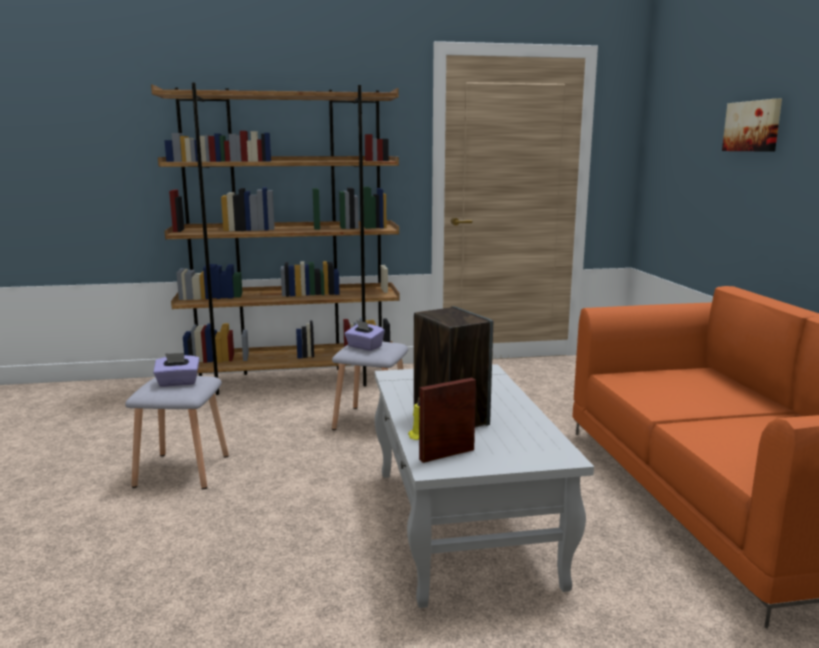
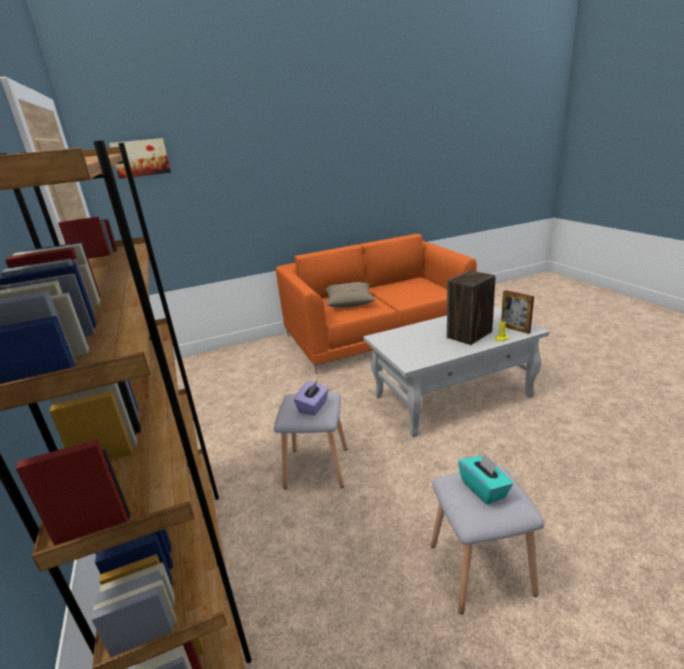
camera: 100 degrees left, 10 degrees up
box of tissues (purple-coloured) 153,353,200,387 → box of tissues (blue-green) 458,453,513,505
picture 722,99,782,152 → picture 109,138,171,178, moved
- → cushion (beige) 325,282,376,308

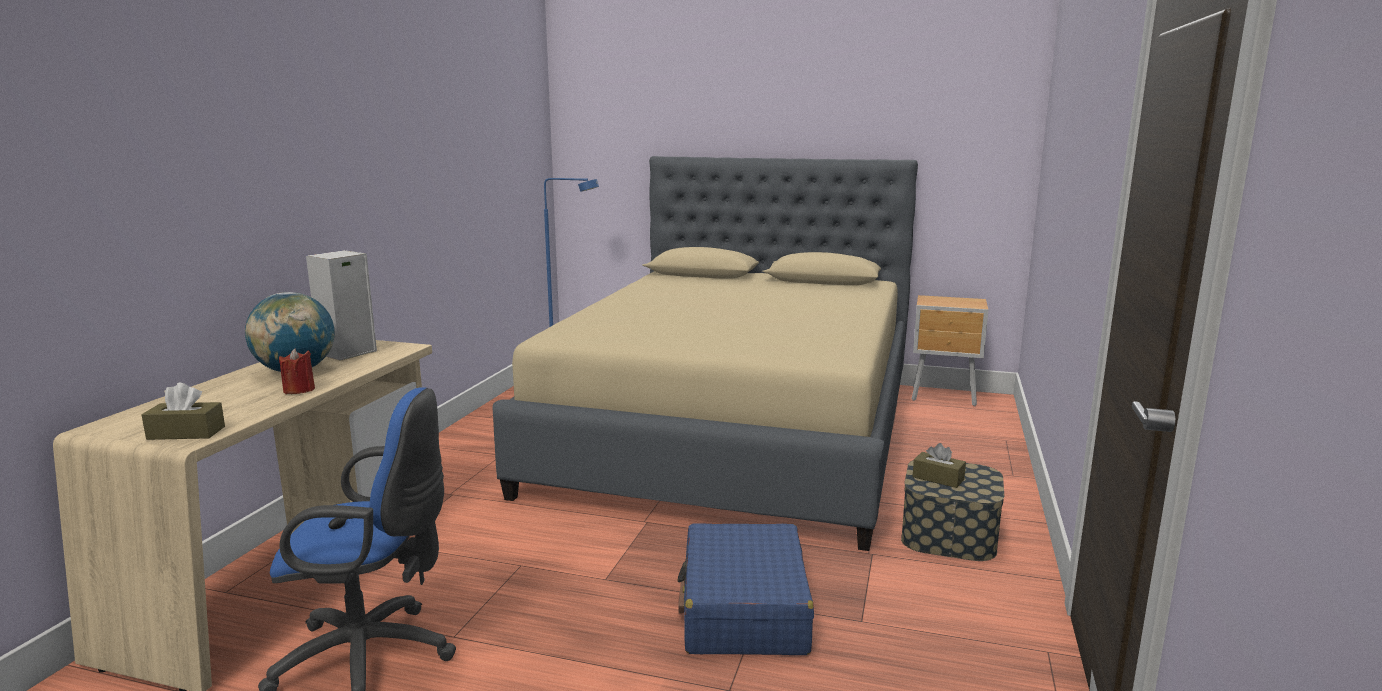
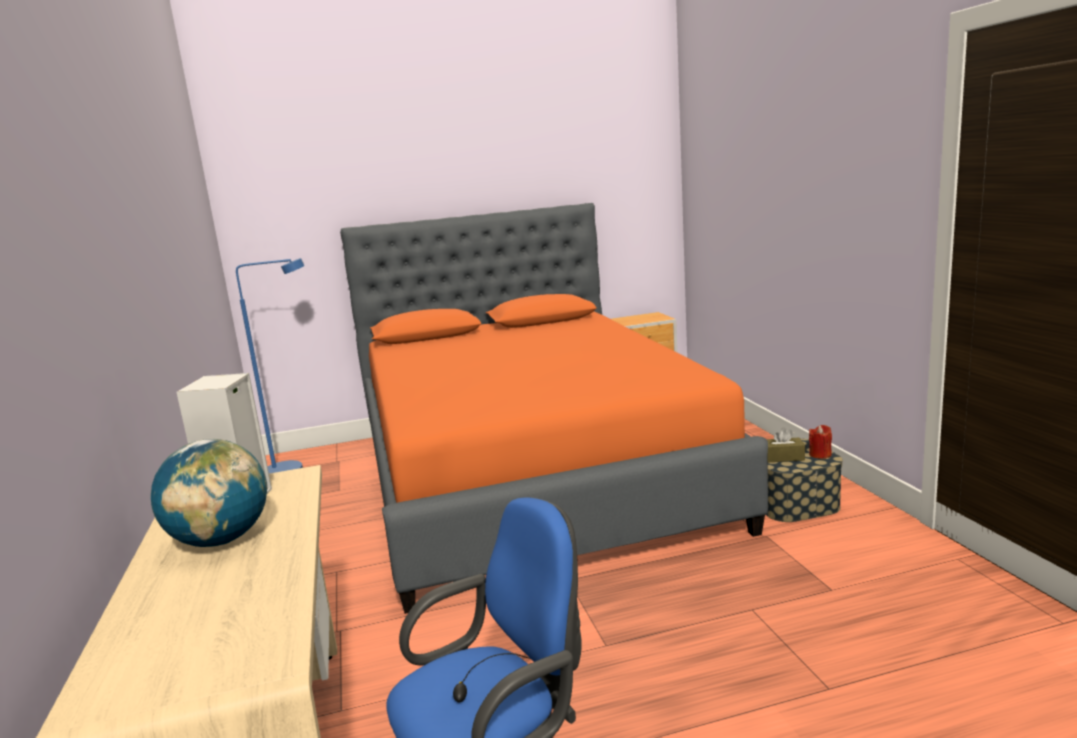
camera: 30 degrees left, 0 degrees up
box of tissues (brown) 142,383,225,440 → -
candle (reddish) 279,349,315,394 → candle (reddish) 809,425,832,459, moved
sleeping bed (beige) 492,156,918,551 → sleeping bed (orange) 340,203,768,614
travel case (blue-coloured) 677,523,814,655 → -

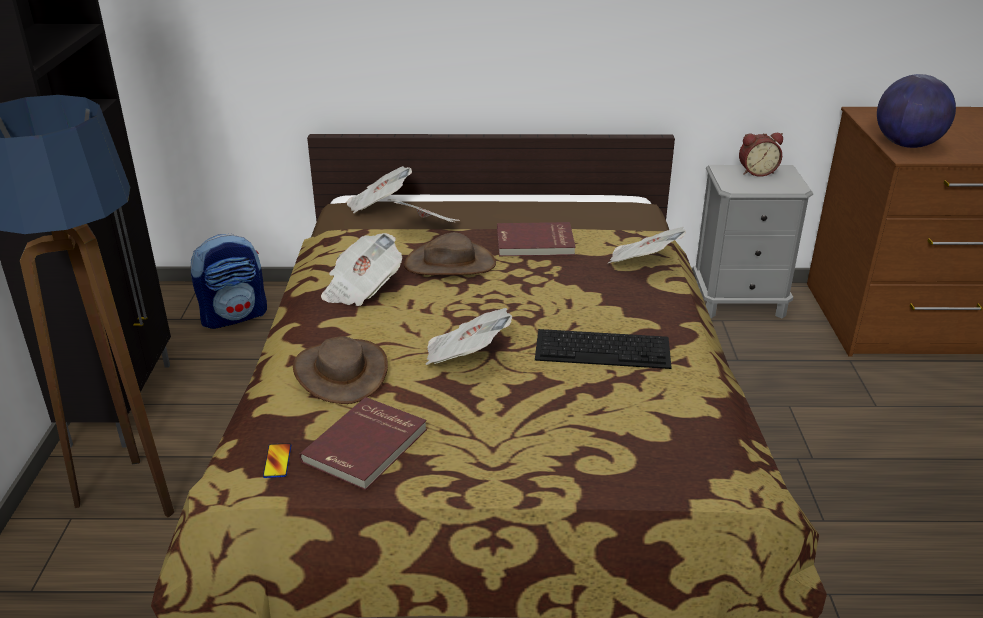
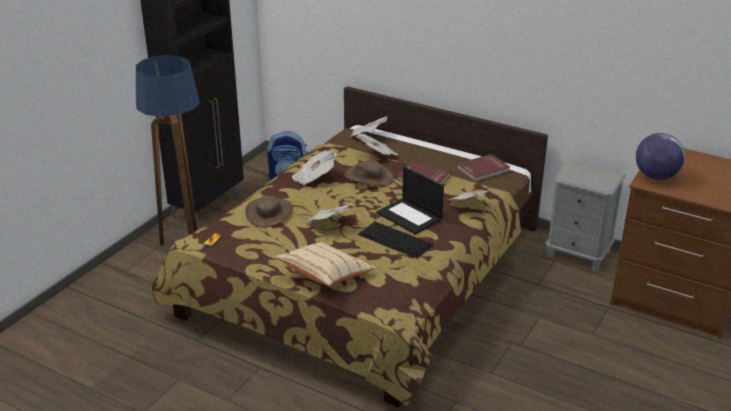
camera: 30 degrees right, 0 degrees up
volume (reddish) 299,397,427,490 → volume (reddish) 456,154,510,182, moved
bedside clock 739,133,783,177 → -
- → cushion (beige) 275,242,376,286
- → laptop 376,167,444,235

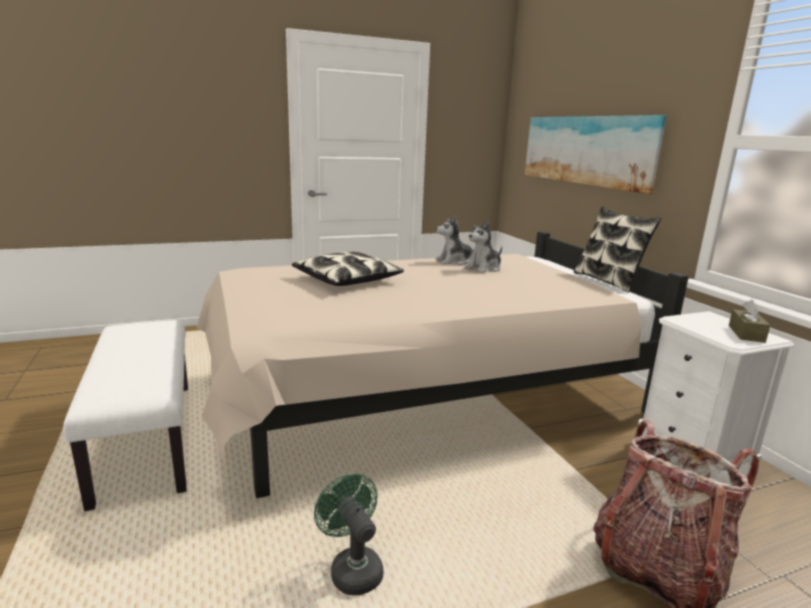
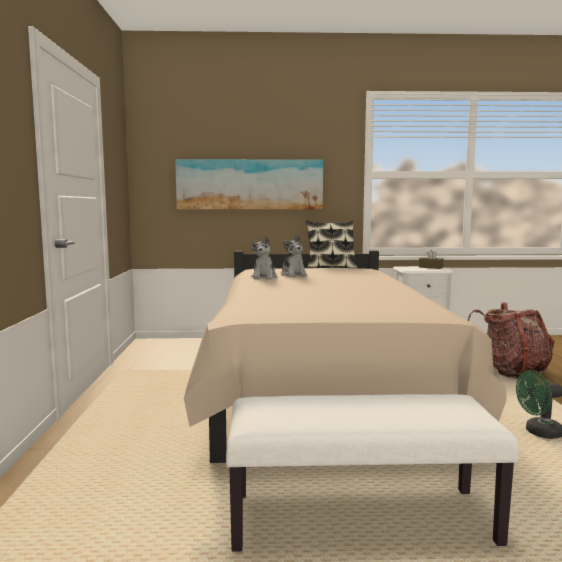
camera: 70 degrees left, 10 degrees down
cushion 292,251,404,286 → -

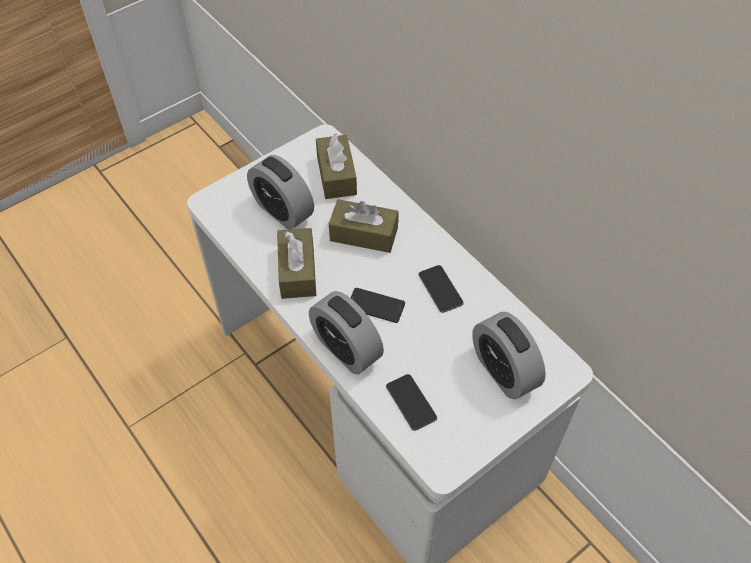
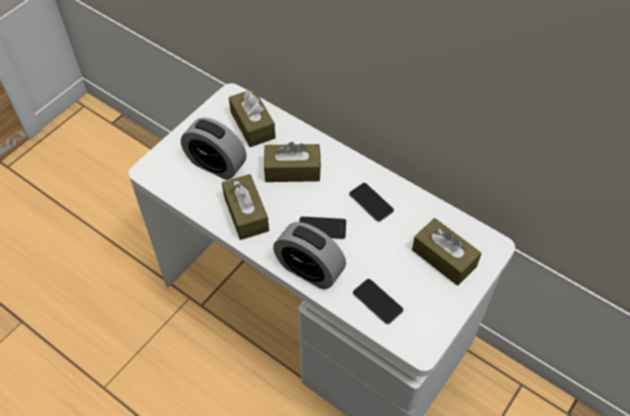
camera: 15 degrees left, 0 degrees up
bedside clock 472,312,546,399 → box of tissues (brown) 412,218,482,285

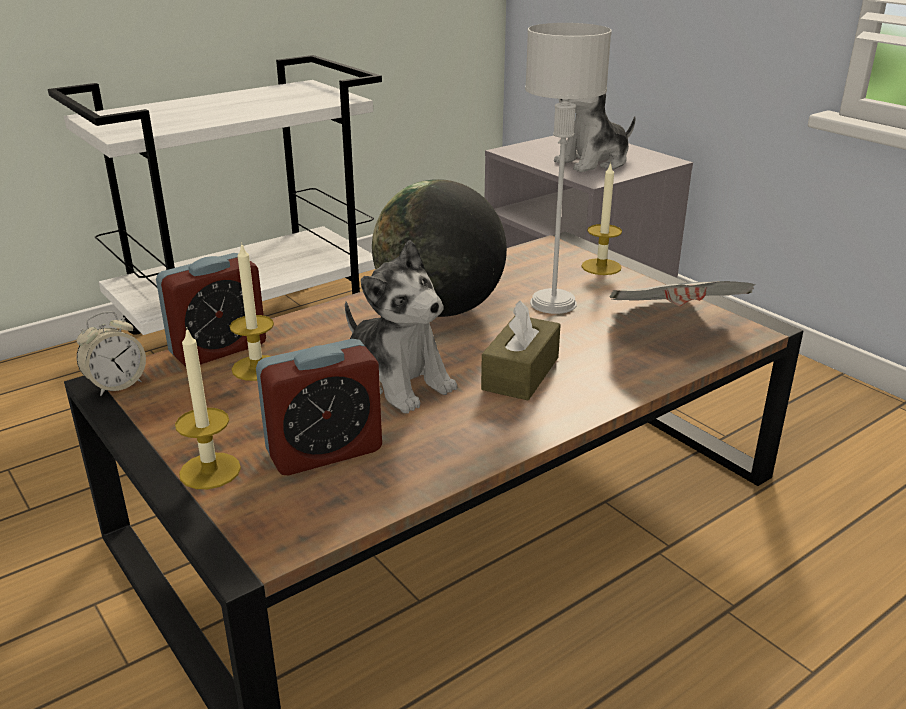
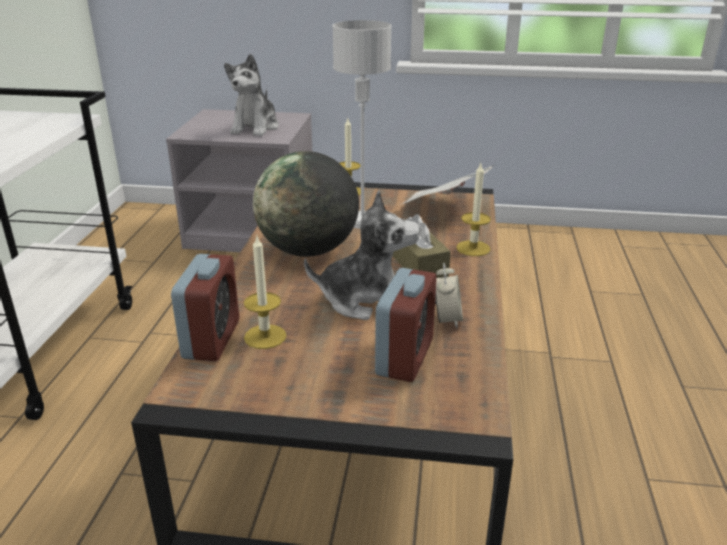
camera: 45 degrees left, 0 degrees up
bedside clock 77,311,146,396 → bedside clock 435,263,463,329, moved
candle 175,327,241,489 → candle 456,164,491,256, moved

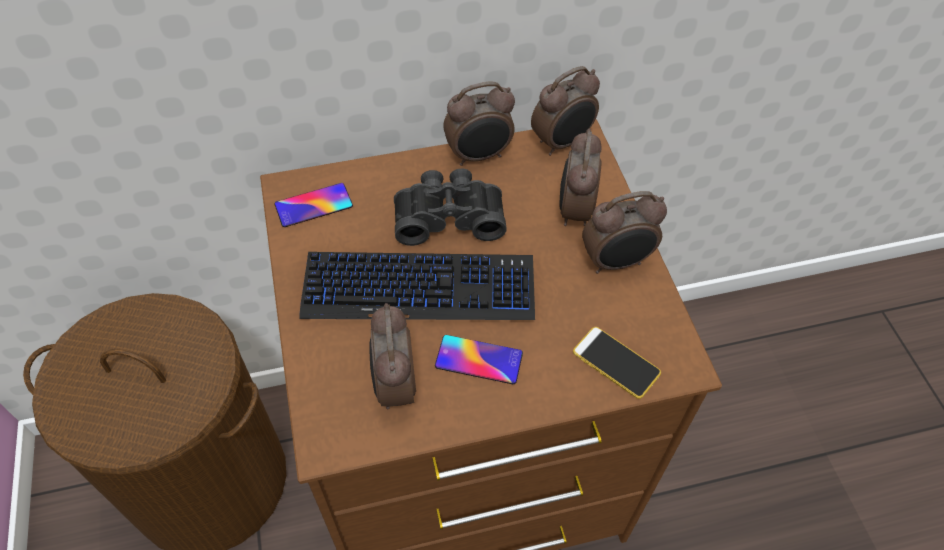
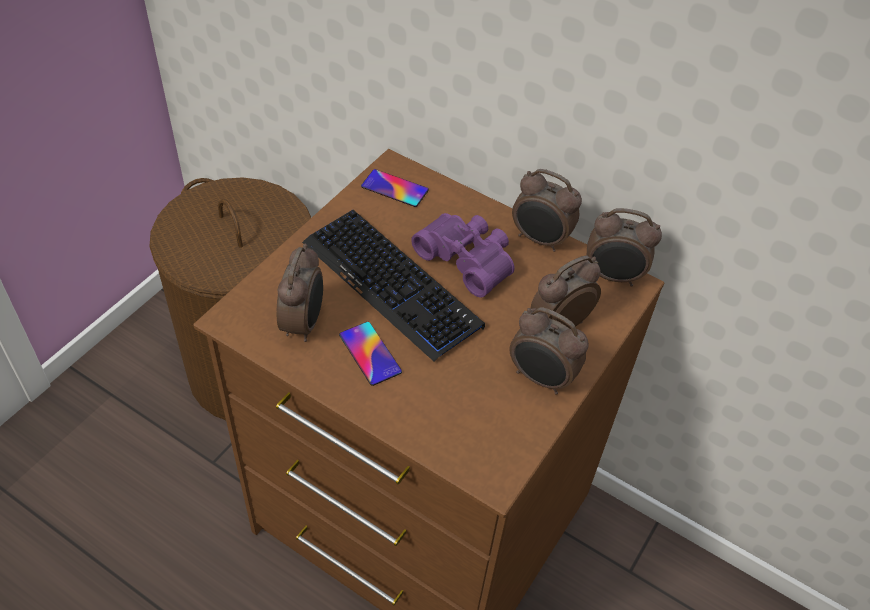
camera: 45 degrees right, 5 degrees down
bedside clock 369,303,416,409 → bedside clock 277,244,323,342, 150 degrees clockwise
pair of binoculars (black-coloured) 394,168,507,246 → pair of binoculars (purple-coloured) 411,213,515,297
handset 573,327,661,399 → -

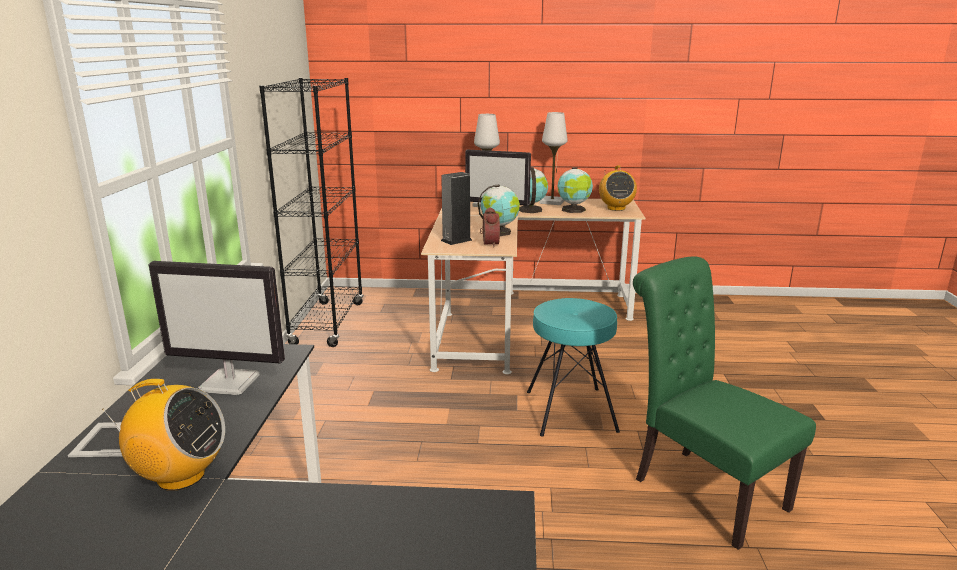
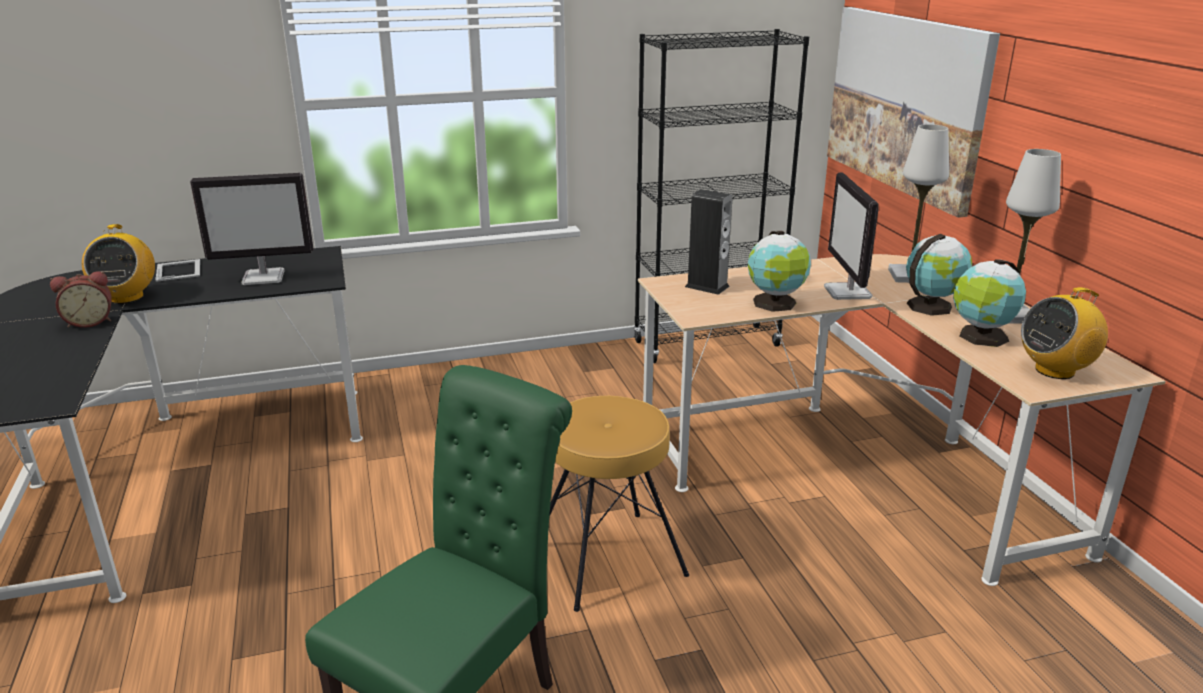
camera: 70 degrees right, 5 degrees up
computer display 148,261,285,395 → computer display 190,173,314,285, 90 degrees counterclockwise
bedside clock 480,207,500,247 → bedside clock 50,271,112,328, moved
stool seat (blue-green) 527,298,620,437 → stool seat (brown) 549,396,689,612
- → picture 827,7,1000,218

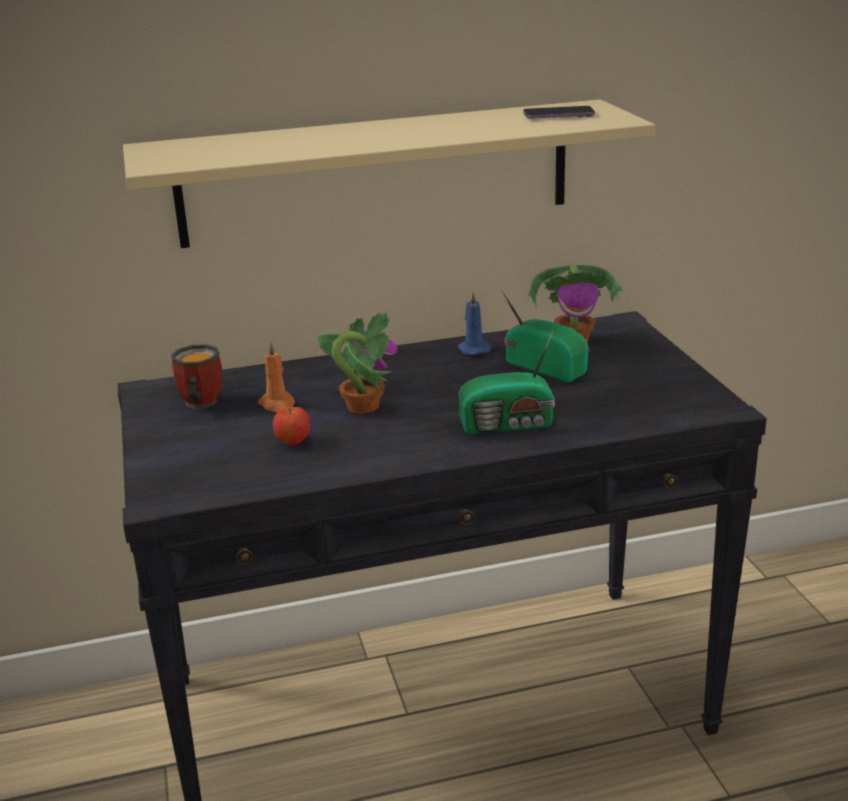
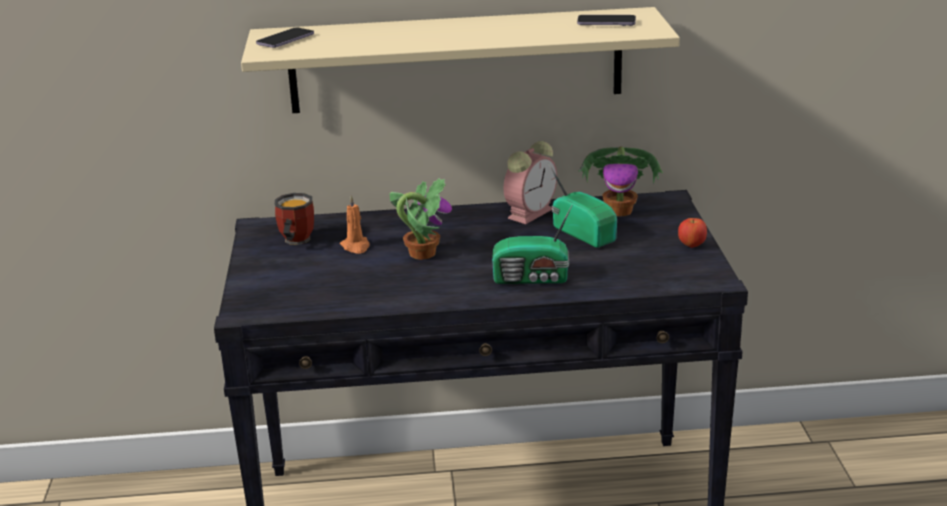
camera: 10 degrees right, 0 degrees up
apple fruit 273,407,310,445 → apple fruit 678,218,707,248, moved
candle (blue-coloured) 458,291,492,355 → bedside clock 504,141,557,224
- → handset 256,27,314,48

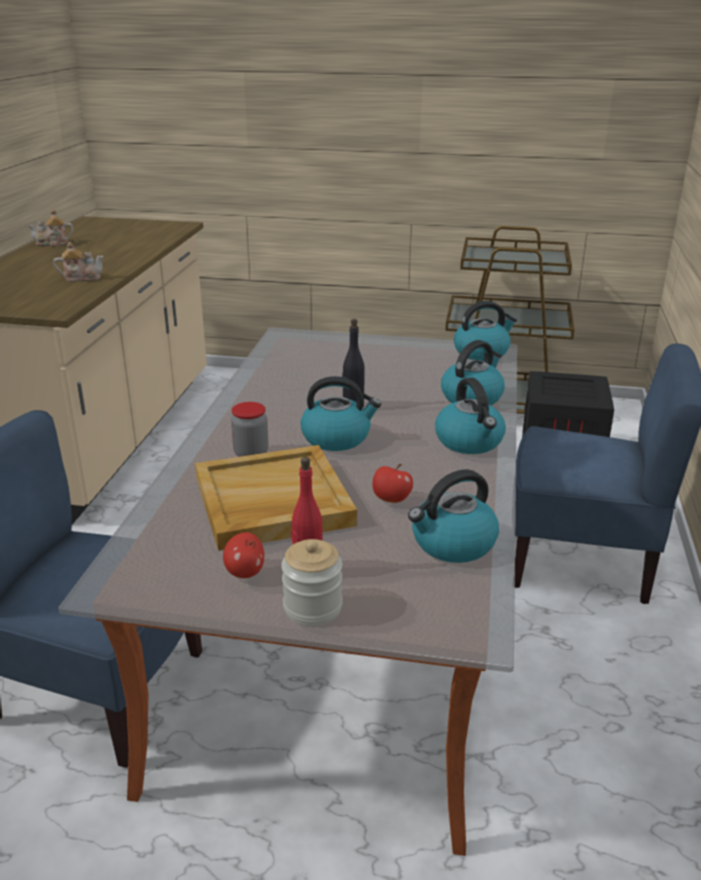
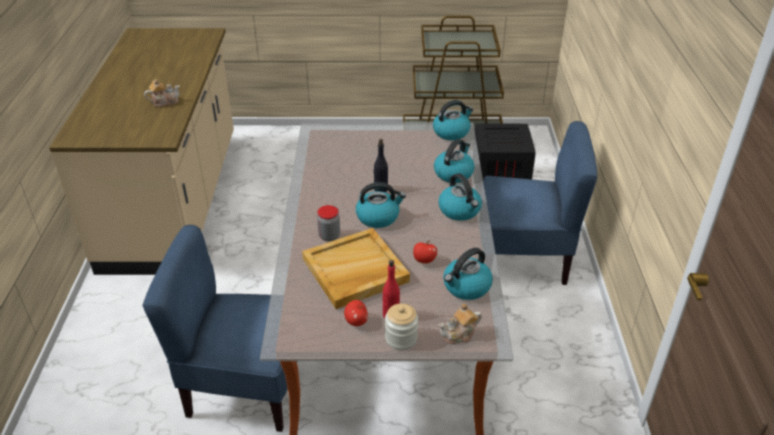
camera: 10 degrees left, 10 degrees up
tea pot 27,209,74,246 → tea pot 438,303,482,344, moved

